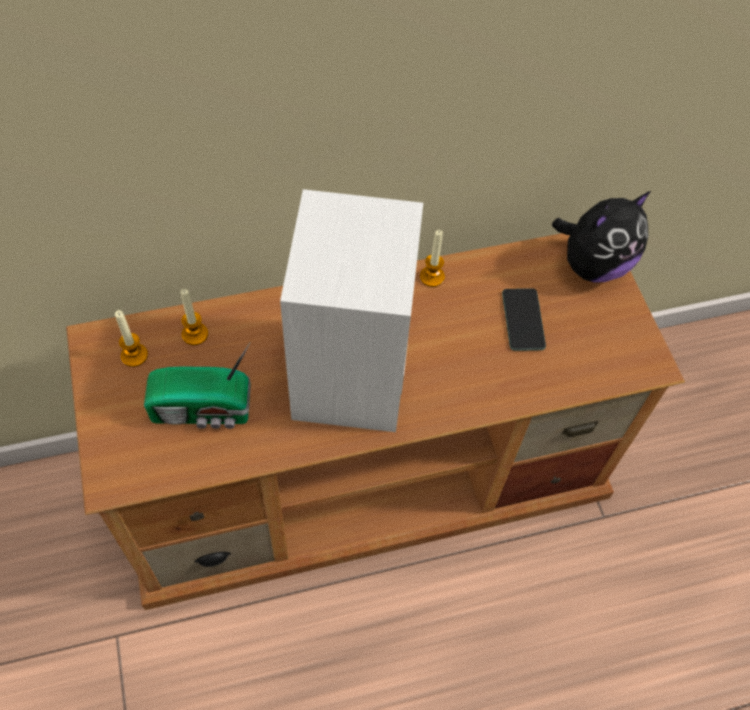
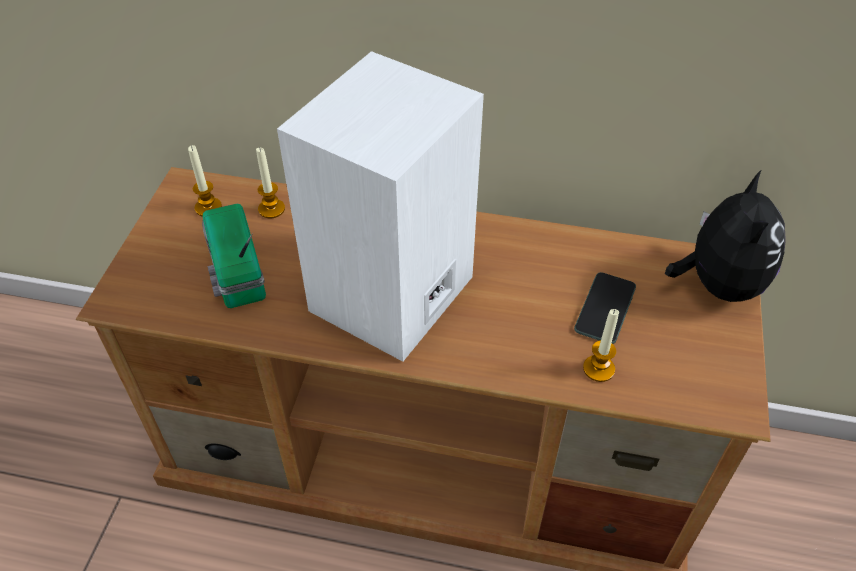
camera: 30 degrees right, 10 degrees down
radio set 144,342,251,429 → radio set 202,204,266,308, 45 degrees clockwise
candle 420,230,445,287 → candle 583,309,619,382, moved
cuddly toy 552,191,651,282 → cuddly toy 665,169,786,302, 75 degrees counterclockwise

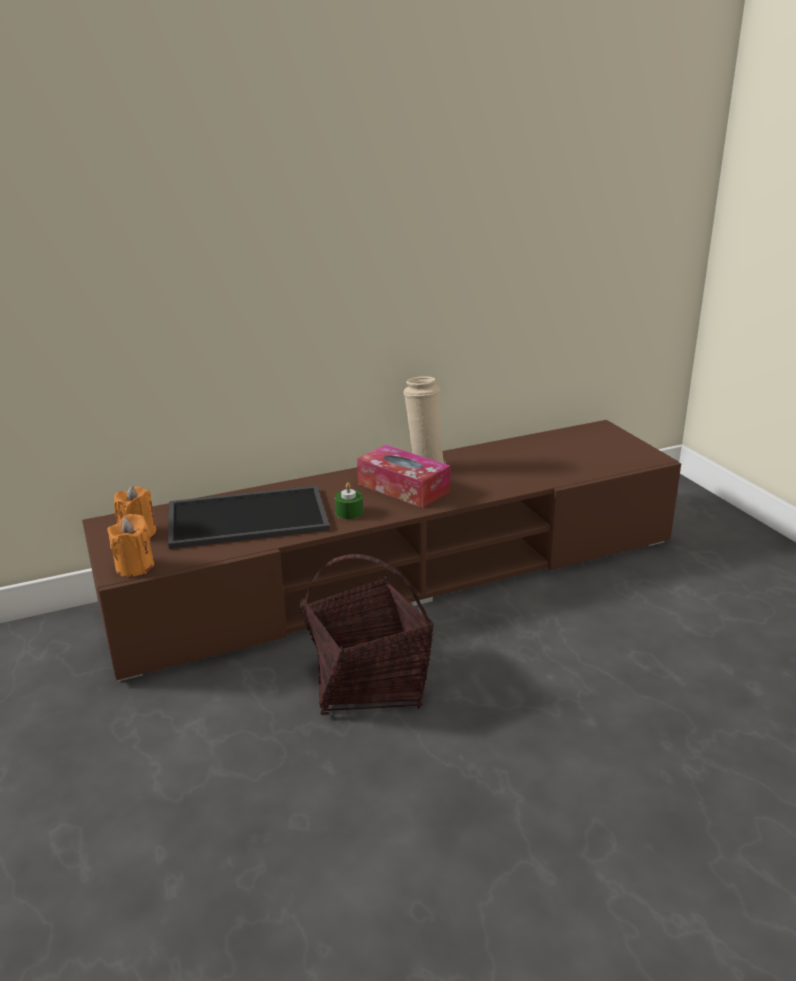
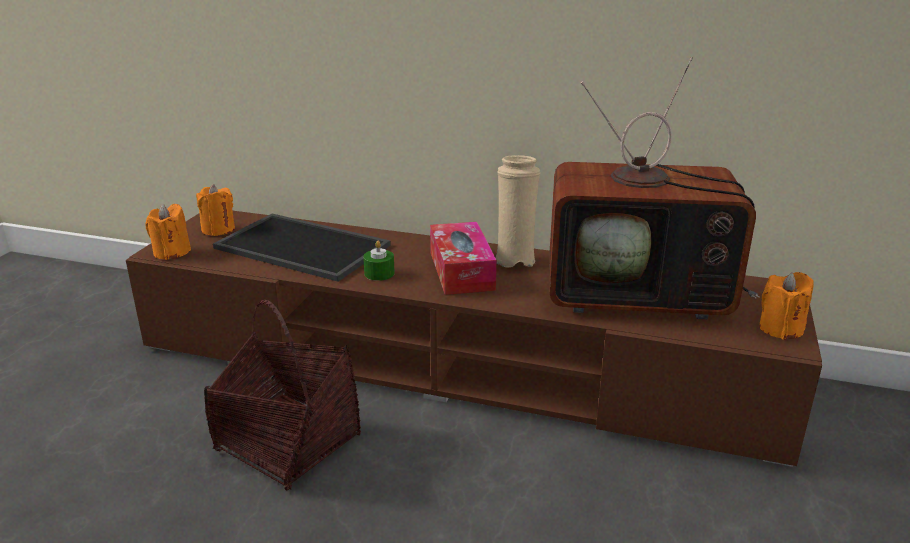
camera: 40 degrees right, 0 degrees up
- → TV 550,57,760,319
- → candle (orange) 759,272,814,340

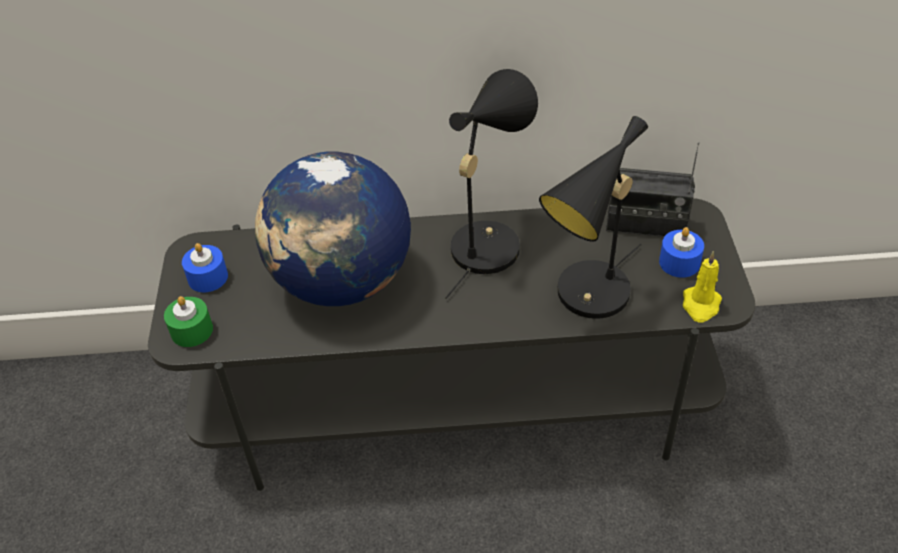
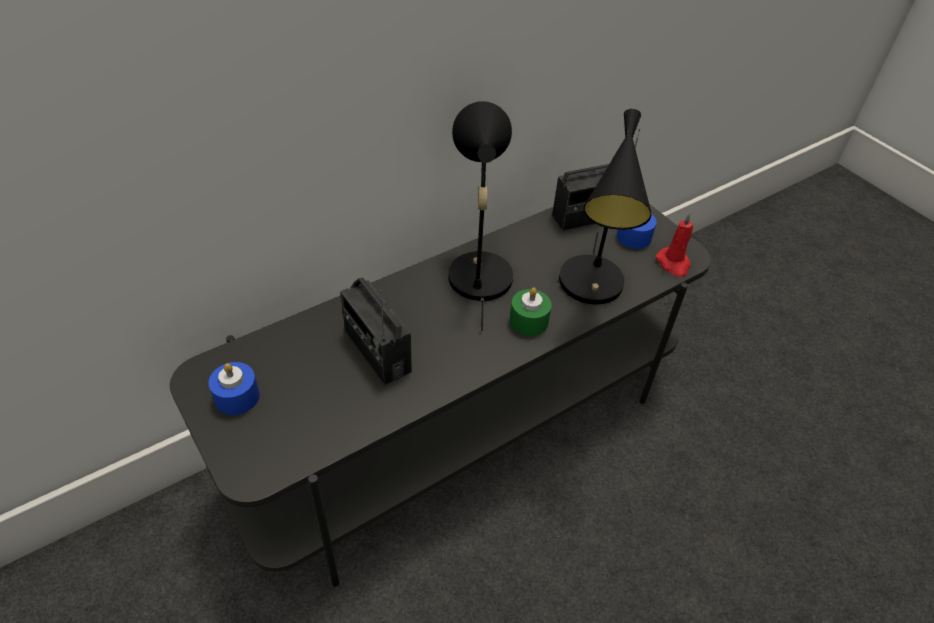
camera: 35 degrees left, 0 degrees up
candle (greenish) 164,296,213,347 → candle (greenish) 510,287,552,336, moved
globe 255,151,411,306 → radio set 340,278,412,385
candle (yellow-coloured) 683,251,722,322 → candle (reddish) 656,213,693,277

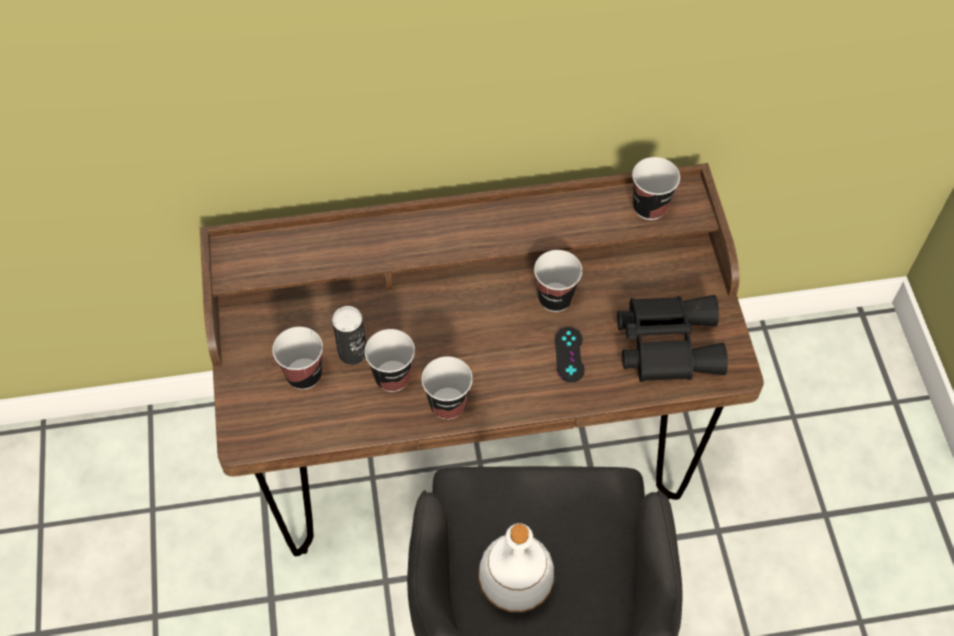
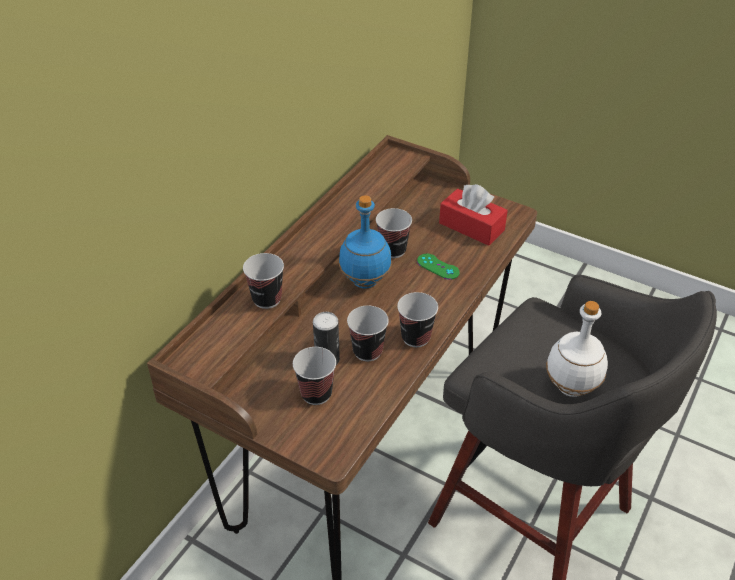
camera: 50 degrees left, 15 degrees down
gamepad (black-coloured) 555,327,585,382 → gamepad (greenish) 417,254,460,280
pair of binoculars (black-coloured) 617,295,728,382 → box of tissues (reddish) 439,184,508,246
small cup 632,157,680,220 → small cup 243,253,284,309, moved
- → drink bottle (blue-coloured) 339,195,392,288

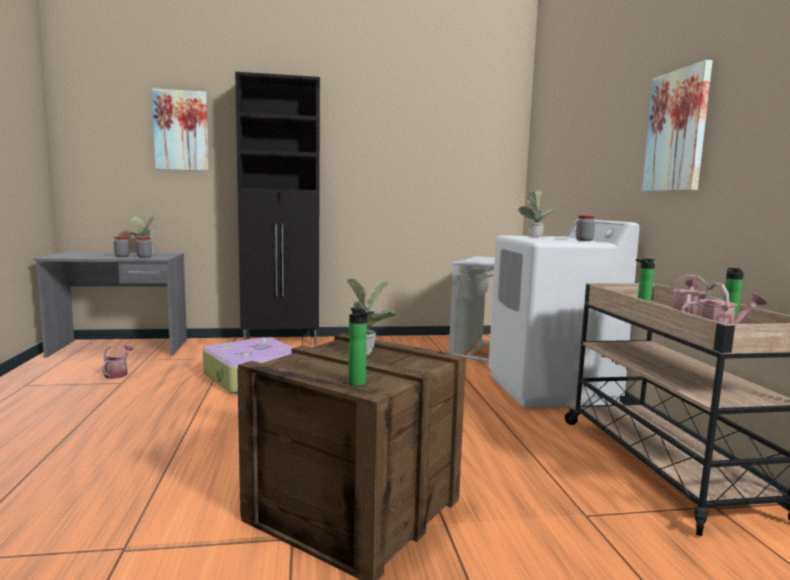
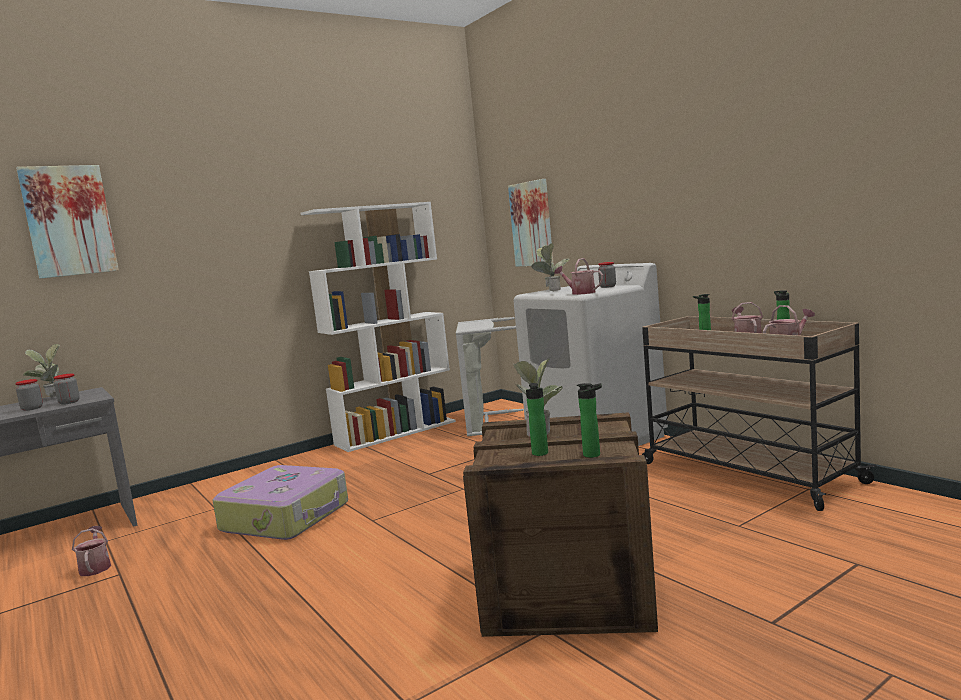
camera: 25 degrees left, 0 degrees up
cupboard (black-coloured) 235,72,320,345 → -
picture 642,60,713,192 → picture 508,179,553,267, moved
- → bookcase (white) 301,202,456,452
- → drink bottle 526,383,548,456
- → sprinkling can 554,258,603,295

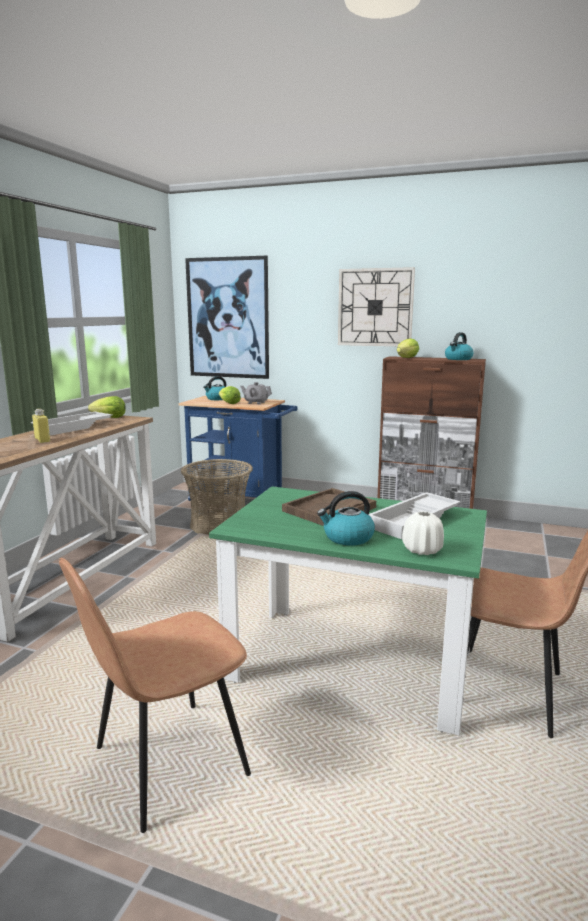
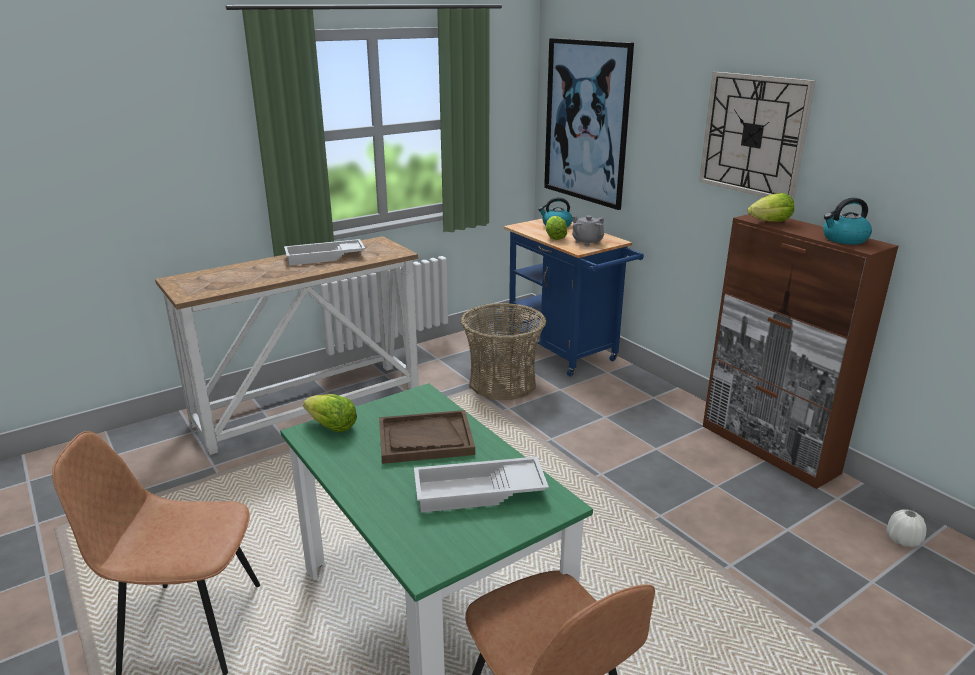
camera: 35 degrees right, 10 degrees up
drink bottle (yellow-coloured) 32,409,50,443 → -
lettuce 88,396,126,418 → lettuce 303,394,357,432, moved
water kettle 317,491,375,546 → -
vase (white) 402,511,444,555 → vase (white) 886,509,926,547, moved

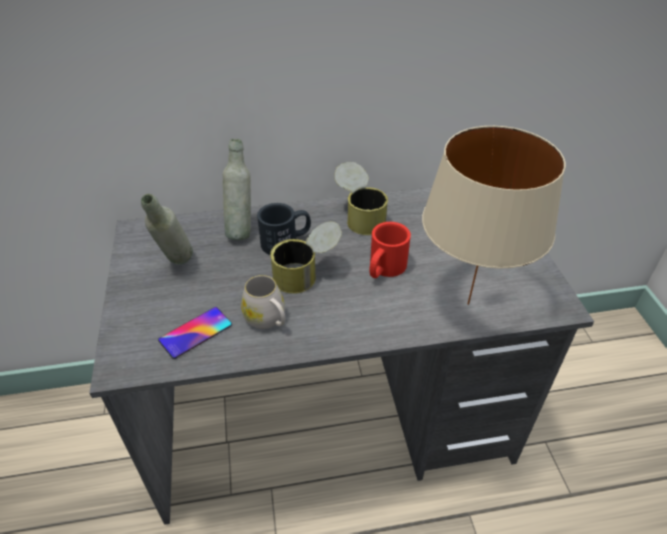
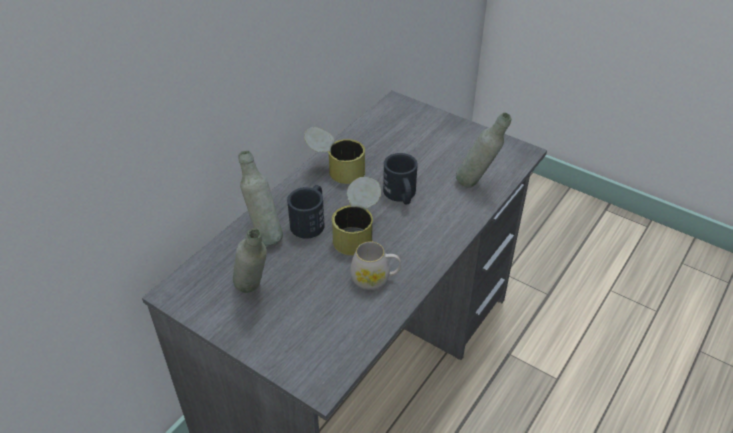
camera: 45 degrees left, 0 degrees up
handset 158,307,232,359 → -
mug (reddish) 370,222,411,278 → mug (black-coloured) 383,153,418,204
tabletop lamp (beige) 422,126,565,305 → drink bottle (grey) 456,113,512,188

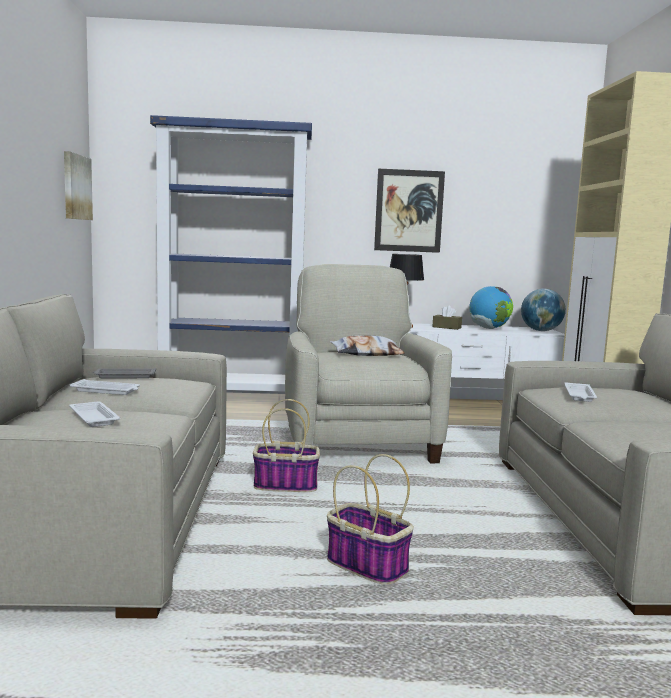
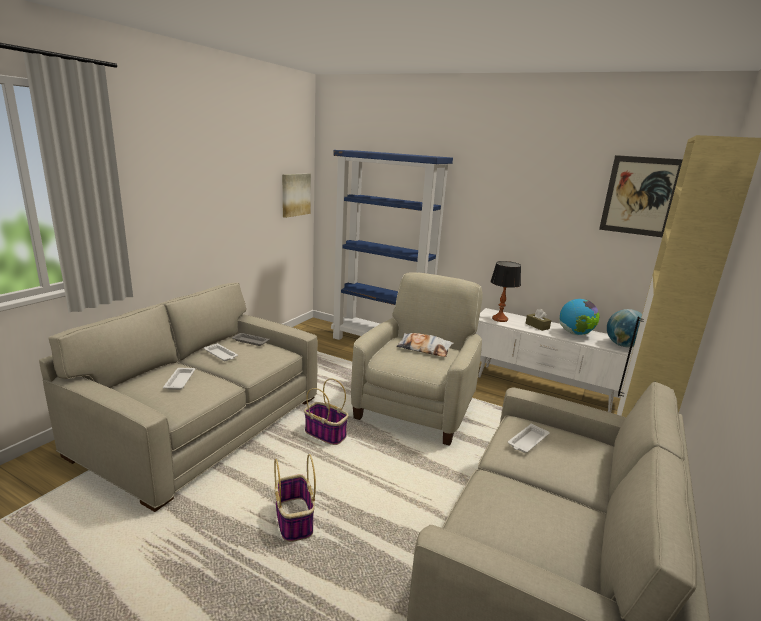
camera: 30 degrees right, 10 degrees up
picture 374,169,445,253 → picture 599,155,683,237, moved

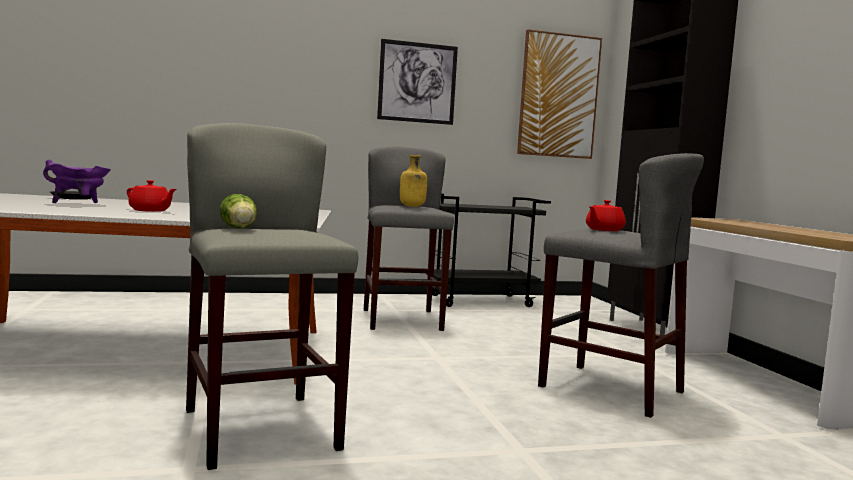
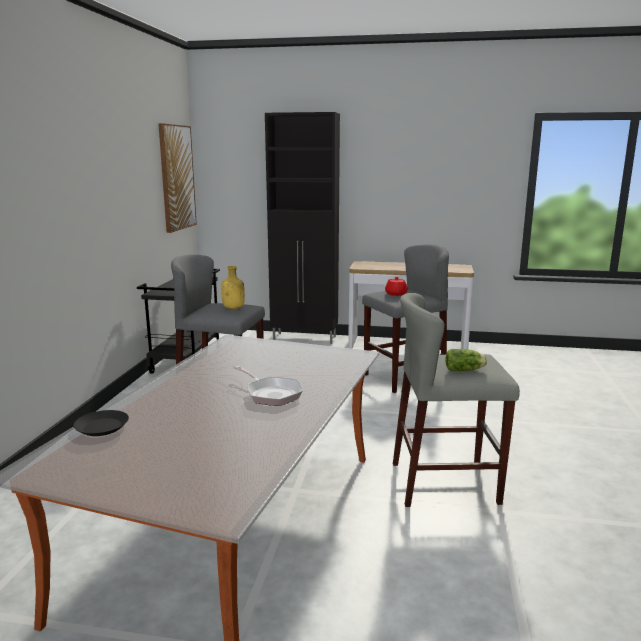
camera: 65 degrees left, 10 degrees up
saucepot (purple-coloured) 43,159,111,203 → -
tea pot (reddish) 127,180,176,212 → skillet 233,366,303,406
picture 377,39,458,125 → -

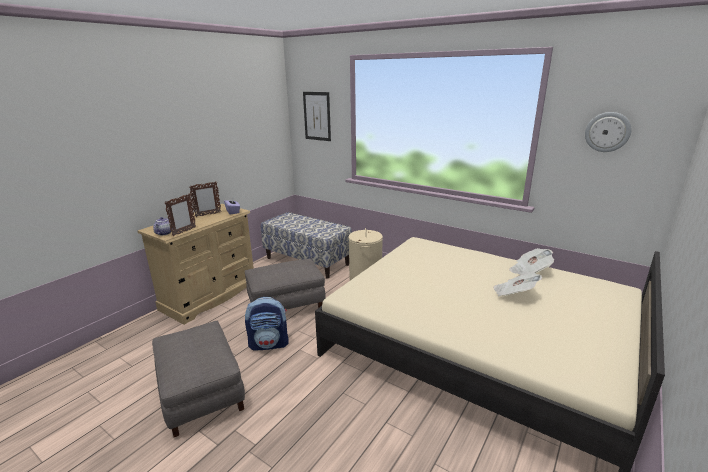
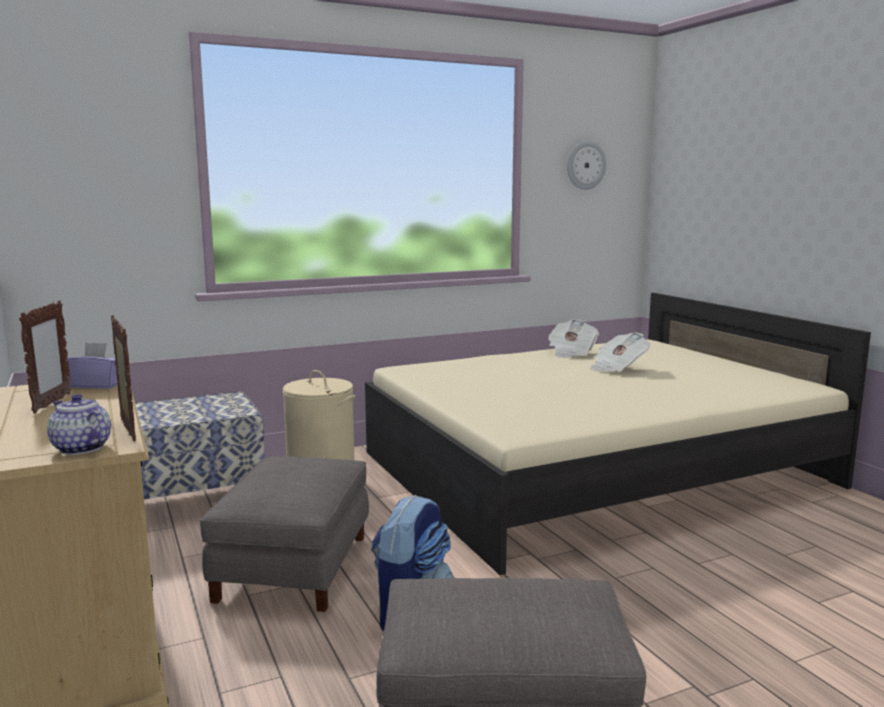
camera: 60 degrees left, 10 degrees down
picture 303,92,331,141 → -

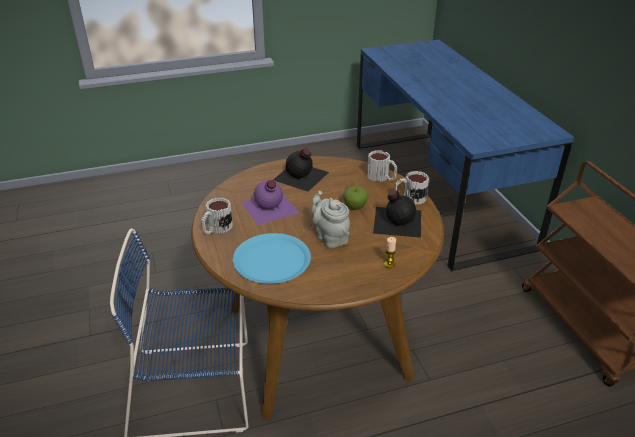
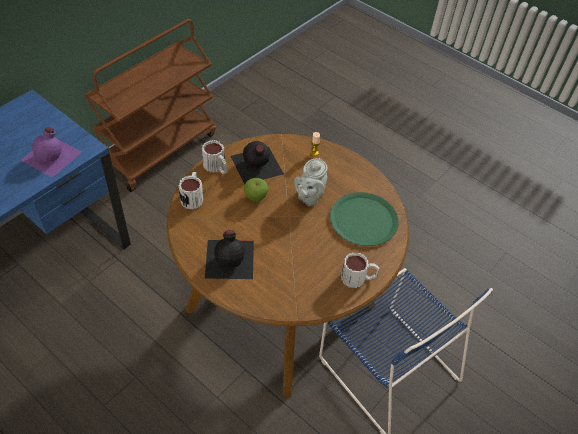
camera: 125 degrees left, 15 degrees up
plate (blue-coloured) 232,233,311,284 → plate (greenish) 330,192,399,246
drink bottle (purple-coloured) 241,180,300,225 → drink bottle (purple-coloured) 21,127,82,177, moved

